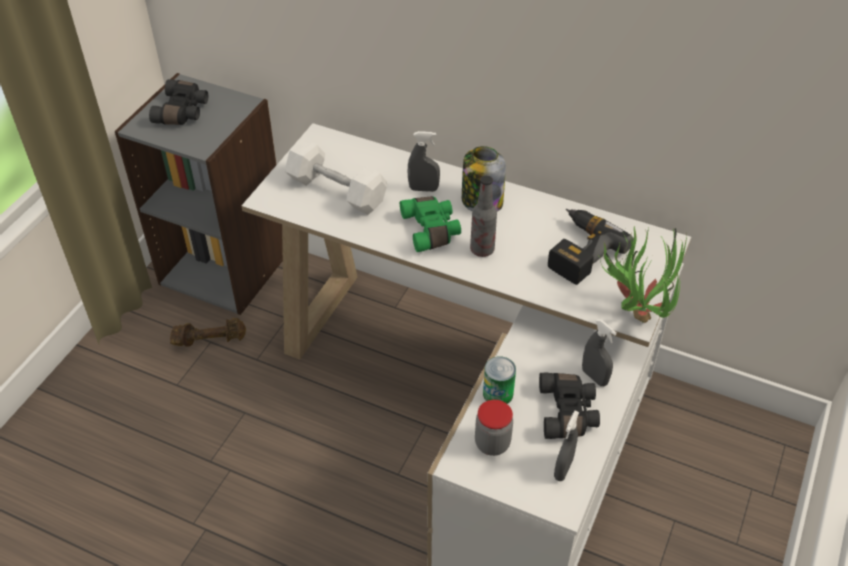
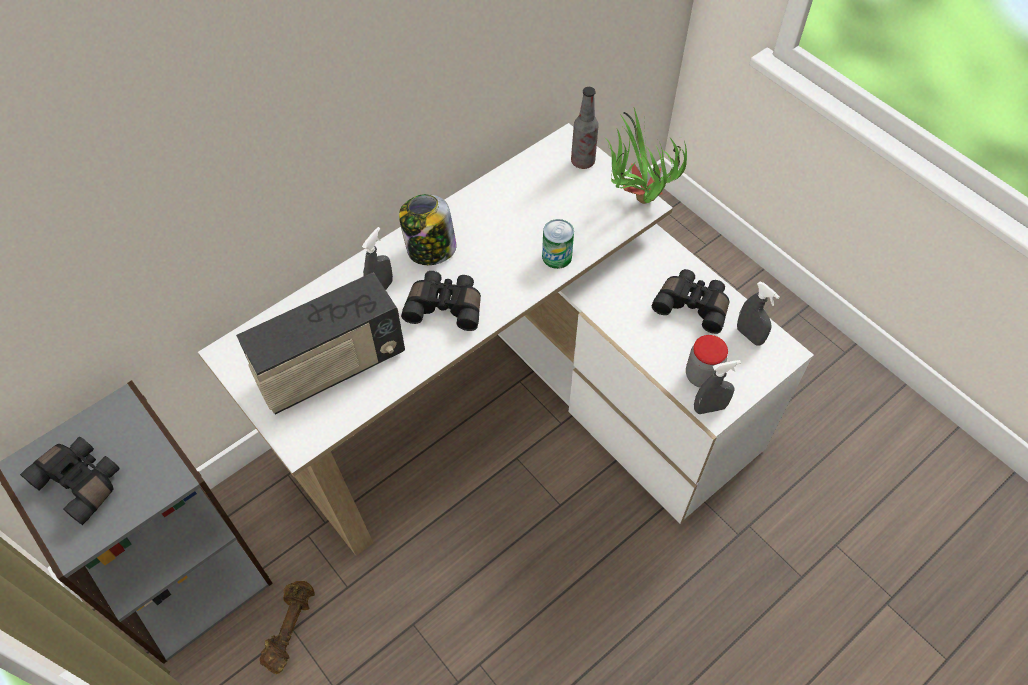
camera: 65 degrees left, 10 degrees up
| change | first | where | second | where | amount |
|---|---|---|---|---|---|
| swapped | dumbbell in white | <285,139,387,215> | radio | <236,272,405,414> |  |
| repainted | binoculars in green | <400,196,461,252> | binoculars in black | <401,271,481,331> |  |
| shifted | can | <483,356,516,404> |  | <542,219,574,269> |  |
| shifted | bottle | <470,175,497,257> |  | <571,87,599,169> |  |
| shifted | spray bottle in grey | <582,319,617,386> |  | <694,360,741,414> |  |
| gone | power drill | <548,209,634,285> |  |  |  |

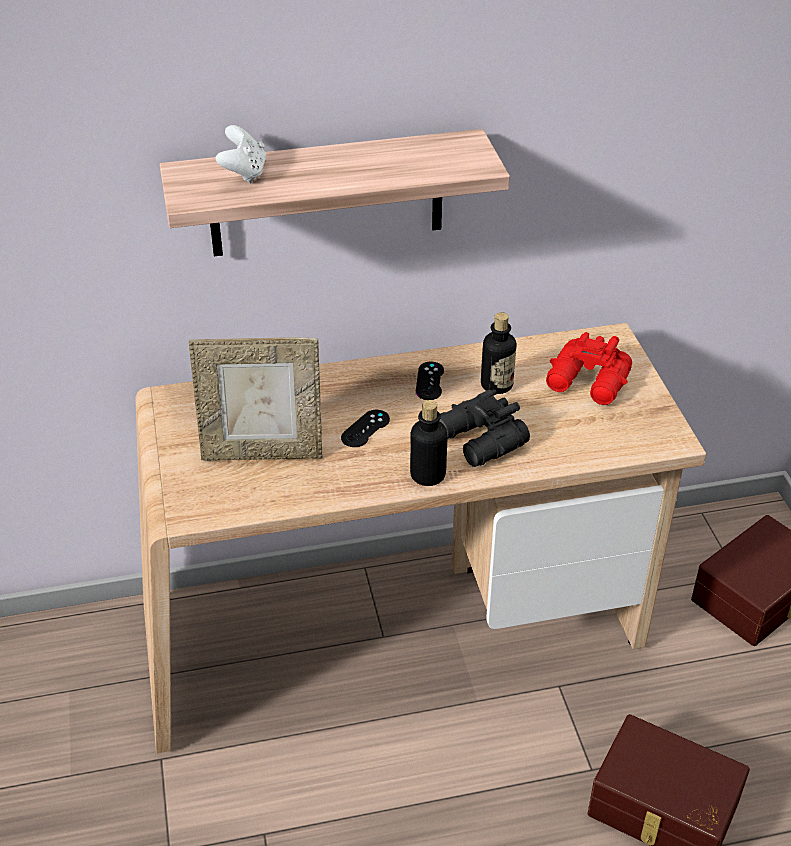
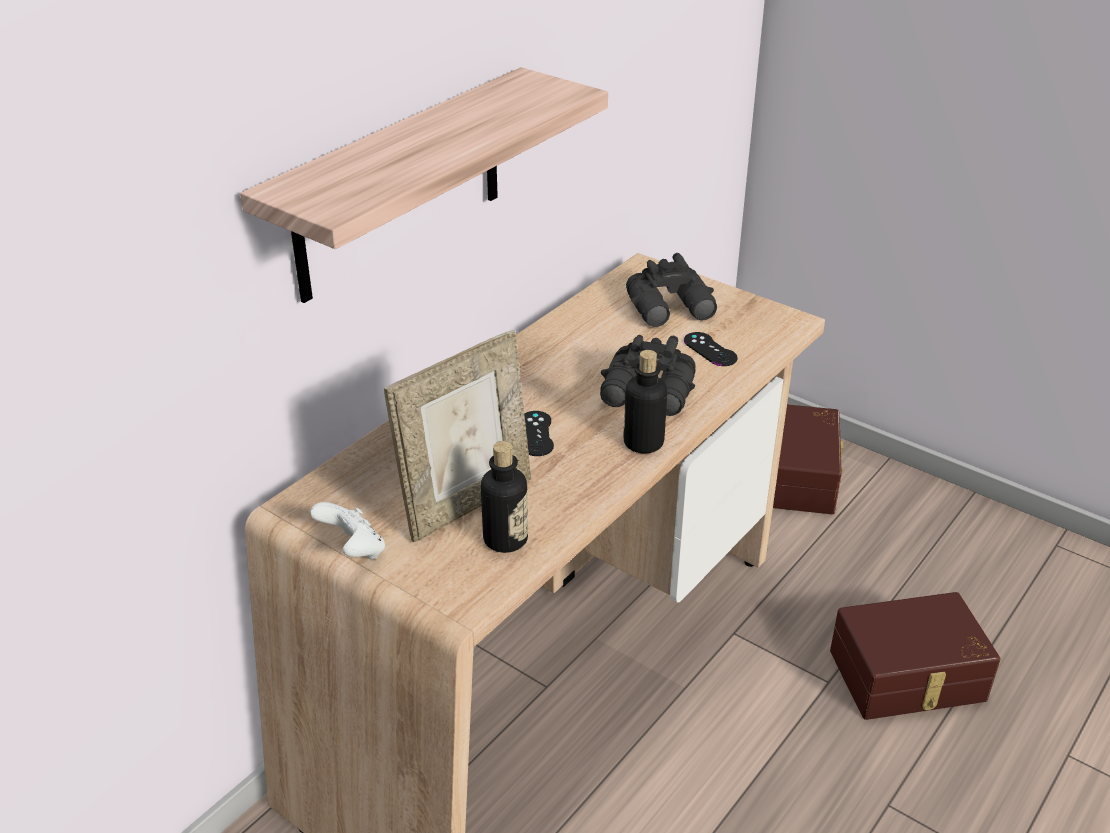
camera: 40 degrees left, 5 degrees down
| change | first | where | second | where | amount |
|---|---|---|---|---|---|
| shifted | game controller in white | <216,125,267,183> |  | <310,502,385,559> |  |
| shifted | bottle | <481,312,516,394> |  | <481,441,528,553> |  |
| repainted | binoculars in red | <546,332,632,405> | binoculars in black | <626,253,717,327> |  |
| shifted | game controller in black | <416,362,444,400> |  | <684,332,737,366> |  |

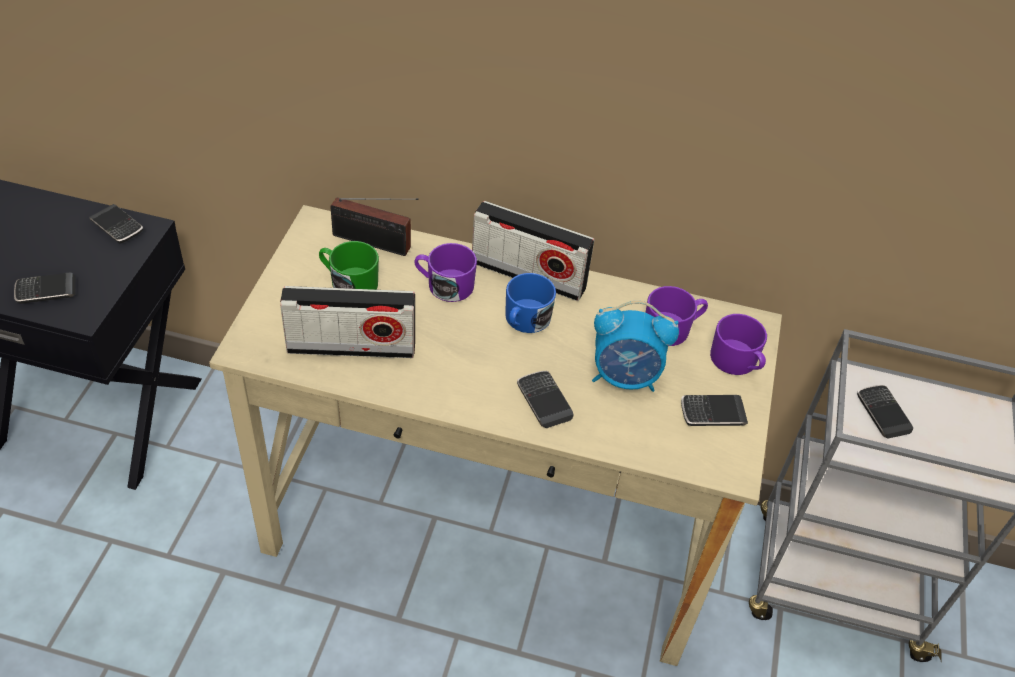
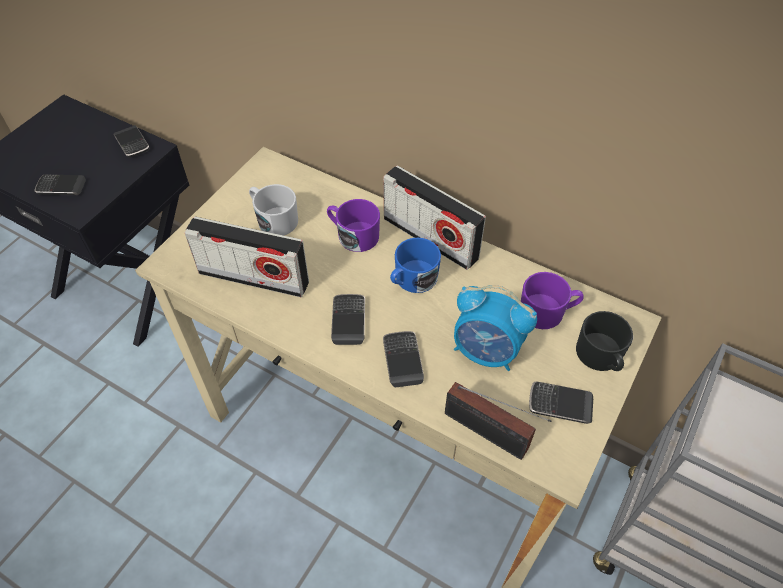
camera: 20 degrees right, 5 degrees up
| change | first | where | second | where | amount |
|---|---|---|---|---|---|
| repainted | mug in green | <319,241,379,290> | mug in white | <249,184,298,236> |  |
| shifted | phone | <857,385,913,439> |  | <331,294,365,345> |  |
| shifted | radio | <330,198,419,256> |  | <445,382,551,460> |  |
| repainted | mug in purple | <710,314,767,375> | mug in black | <576,311,633,371> |  |

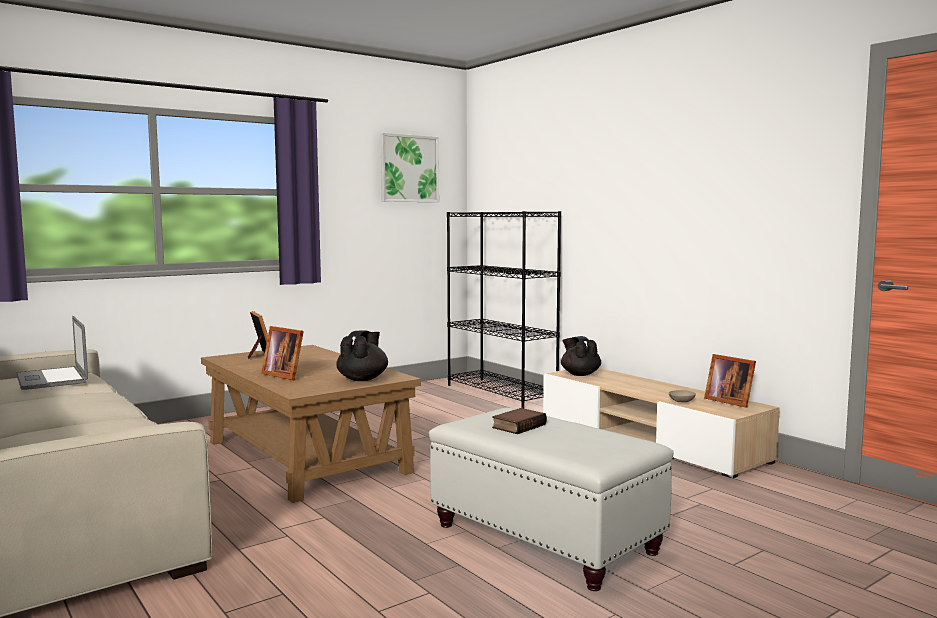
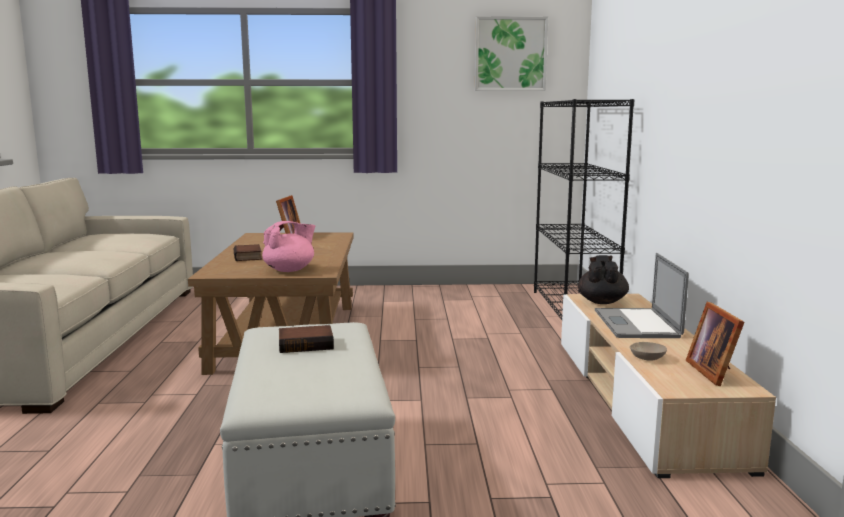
camera: 35 degrees right, 5 degrees up
| change | first | where | second | where | amount |
|---|---|---|---|---|---|
| swapped | picture frame | <261,326,304,380> | book | <234,244,262,261> |  |
| repainted | teapot in black | <336,330,388,381> | teapot in pink | <262,221,315,272> |  |
| shifted | laptop | <16,316,88,390> |  | <595,253,689,338> |  |

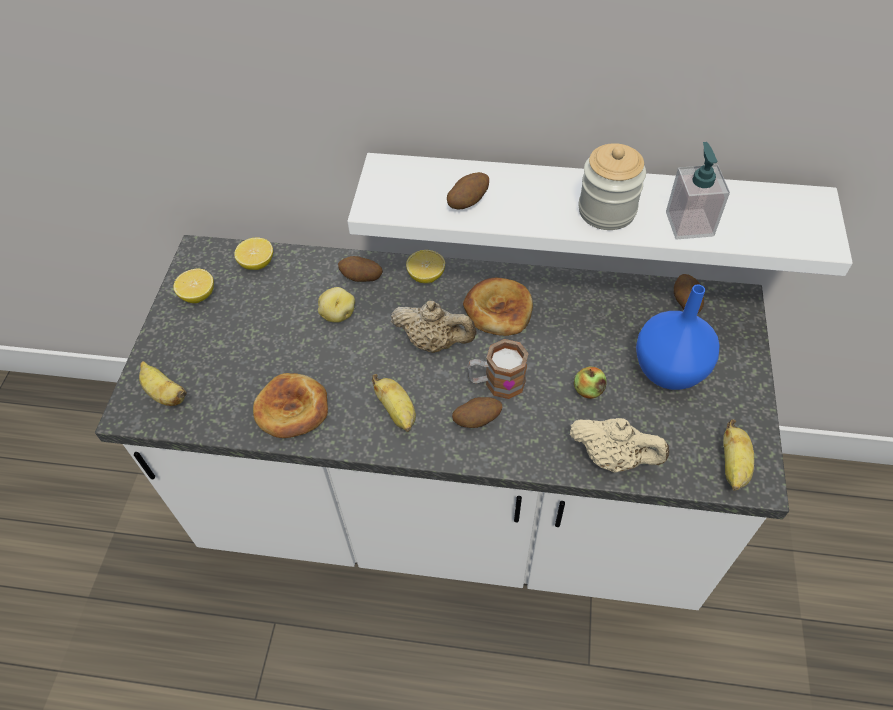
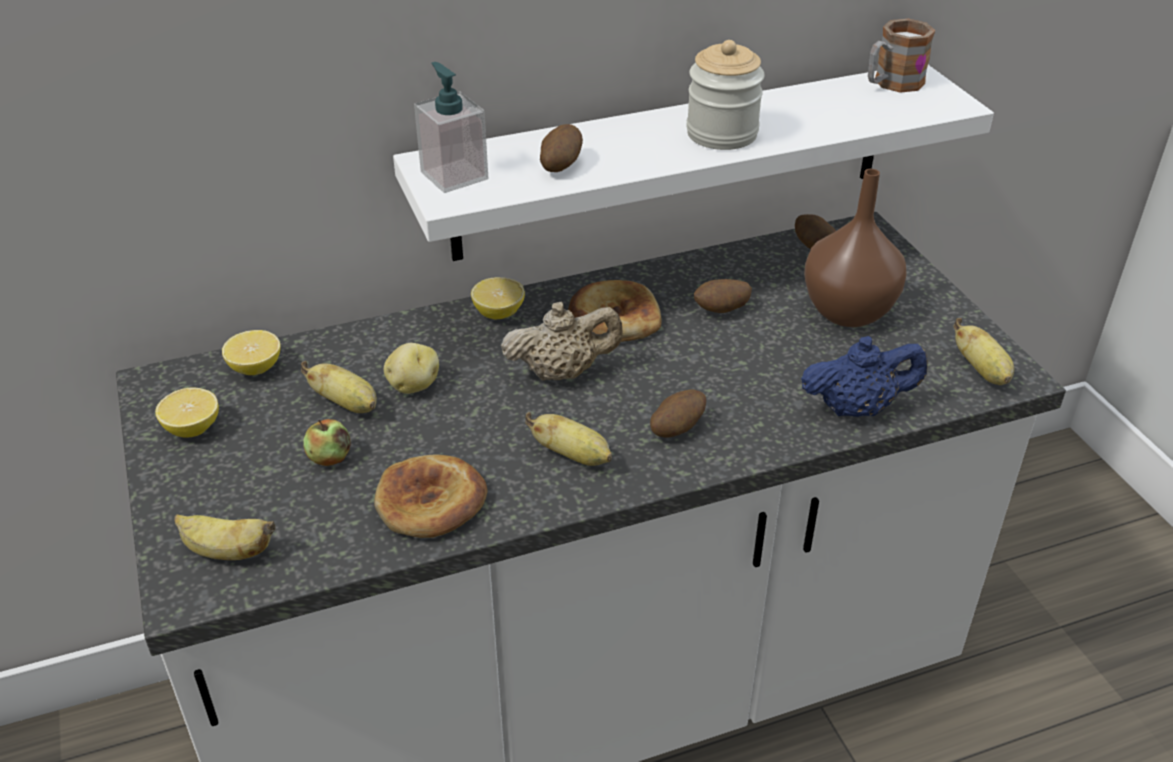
camera: 30 degrees left, 15 degrees down
| change | first | where | second | where | amount |
|---|---|---|---|---|---|
| new |  |  | banana | <301,361,377,413> |  |
| shifted | apple | <574,366,607,399> |  | <303,419,351,466> |  |
| shifted | soap dispenser | <666,142,730,240> |  | <414,62,488,193> |  |
| shifted | potato | <338,256,383,282> |  | <694,279,752,313> |  |
| repainted | teapot in beige | <570,418,669,473> | teapot in blue | <801,336,928,417> |  |
| repainted | vase in blue | <636,284,720,390> | vase in brown | <804,169,907,327> |  |
| shifted | mug | <467,339,528,399> |  | <868,19,935,93> |  |

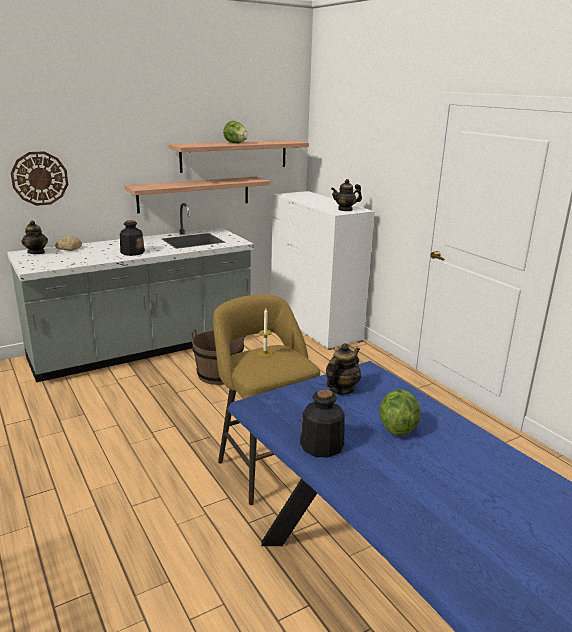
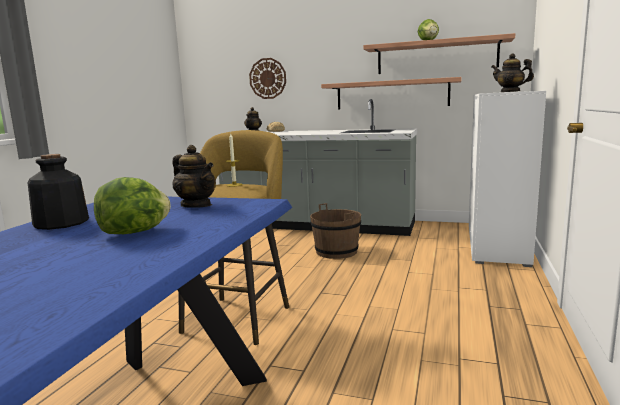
camera: 50 degrees right, 10 degrees down
| change | first | where | second | where | amount |
|---|---|---|---|---|---|
| rotated | teapot | <326,343,361,395> |  | <172,145,216,208> | 45 degrees clockwise |
| gone | bottle | <120,220,145,256> |  |  |  |

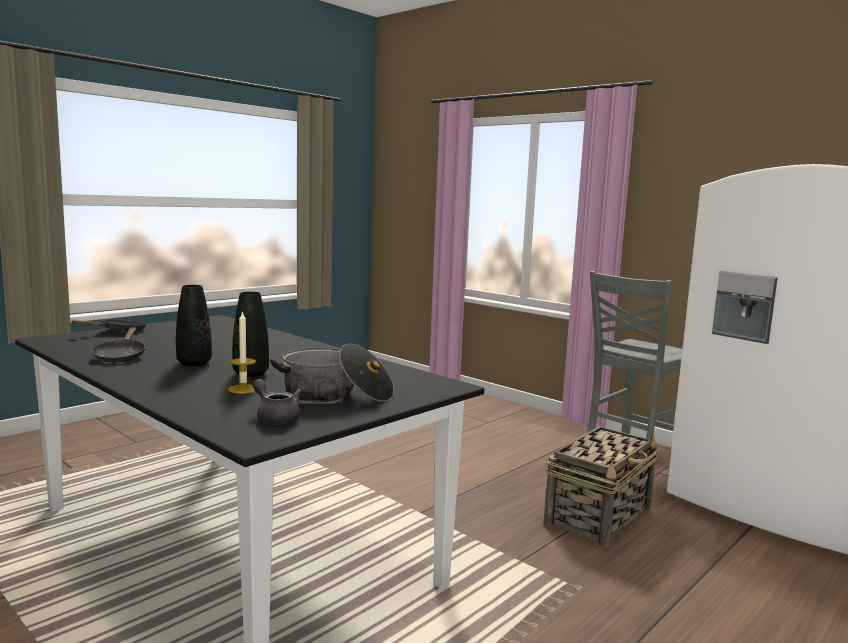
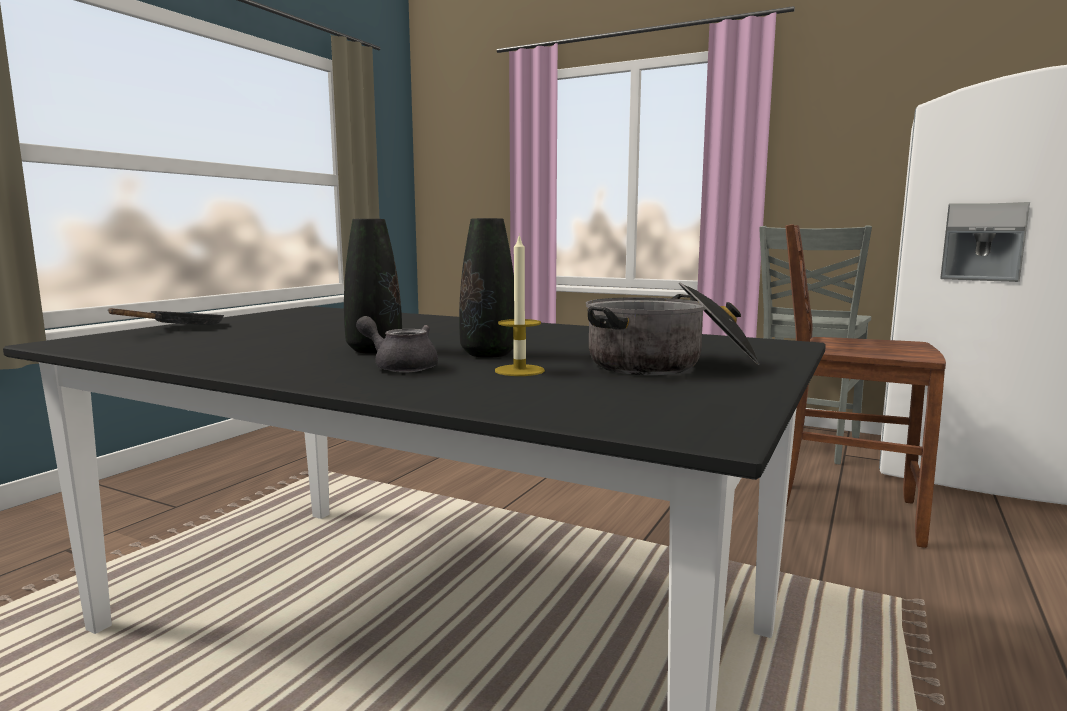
camera: 15 degrees left, 0 degrees up
| change | first | where | second | where | amount |
|---|---|---|---|---|---|
| shifted | teapot in grey | <253,379,302,425> |  | <356,316,438,373> |  |
| swapped | basket | <543,426,658,548> | chair in brown | <785,224,946,548> |  |
| gone | frying pan in black | <92,327,146,363> |  |  |  |

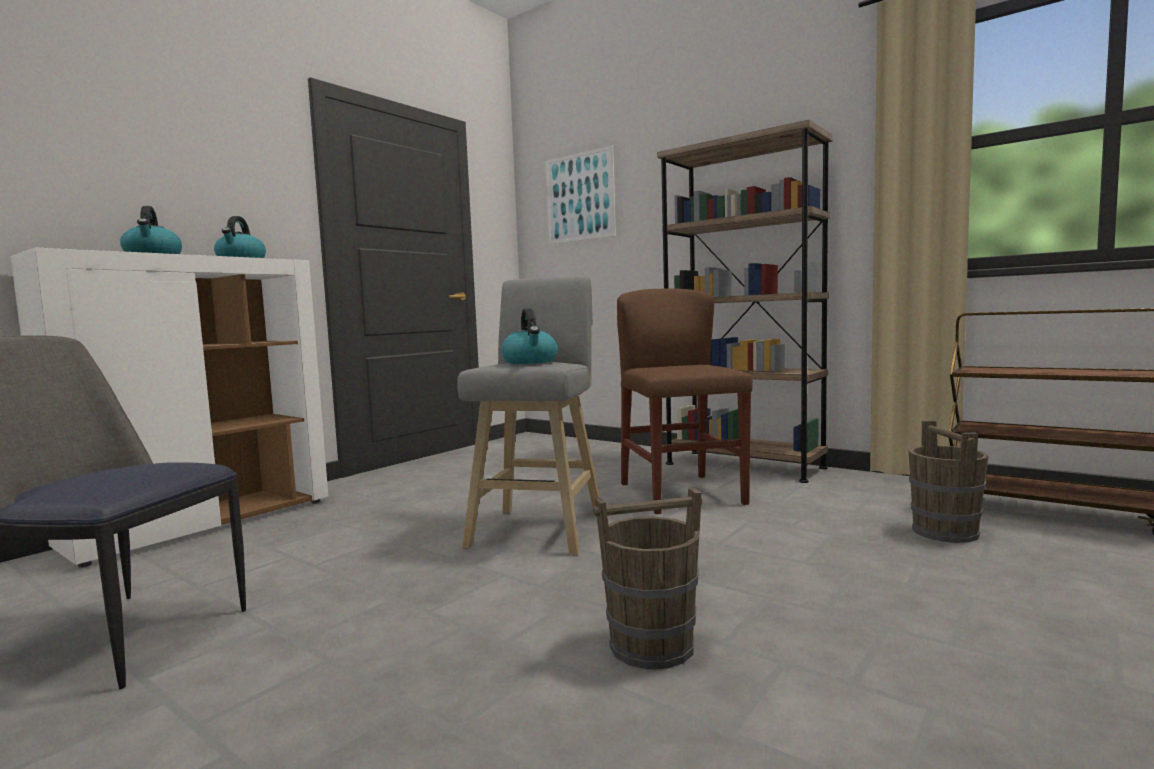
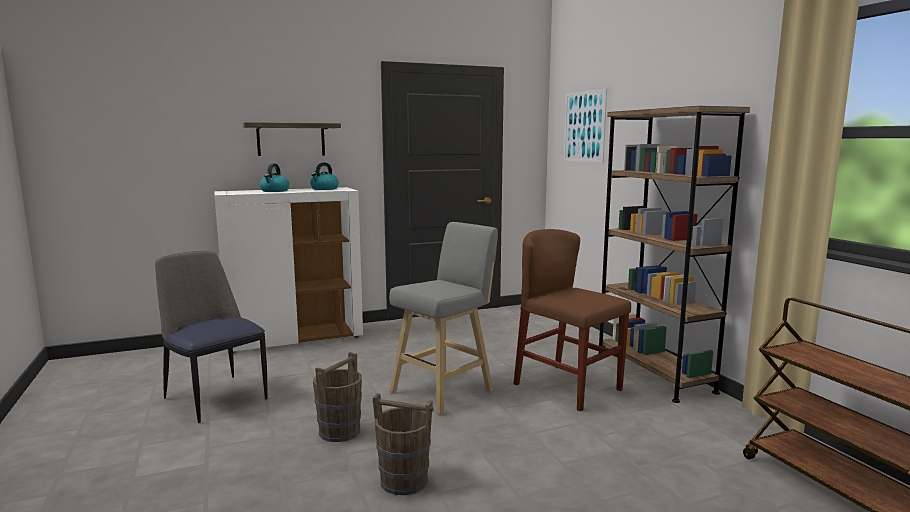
camera: 30 degrees right, 5 degrees up
| change | first | where | second | where | amount |
|---|---|---|---|---|---|
| new |  |  | shelf | <243,122,341,156> |  |
| shifted | bucket in brown | <909,420,989,543> |  | <313,352,362,442> |  |
| rotated | chair in brown | <617,289,753,514> |  | <514,229,631,411> | 60 degrees counterclockwise |
| gone | kettle | <501,308,558,364> |  |  |  |

